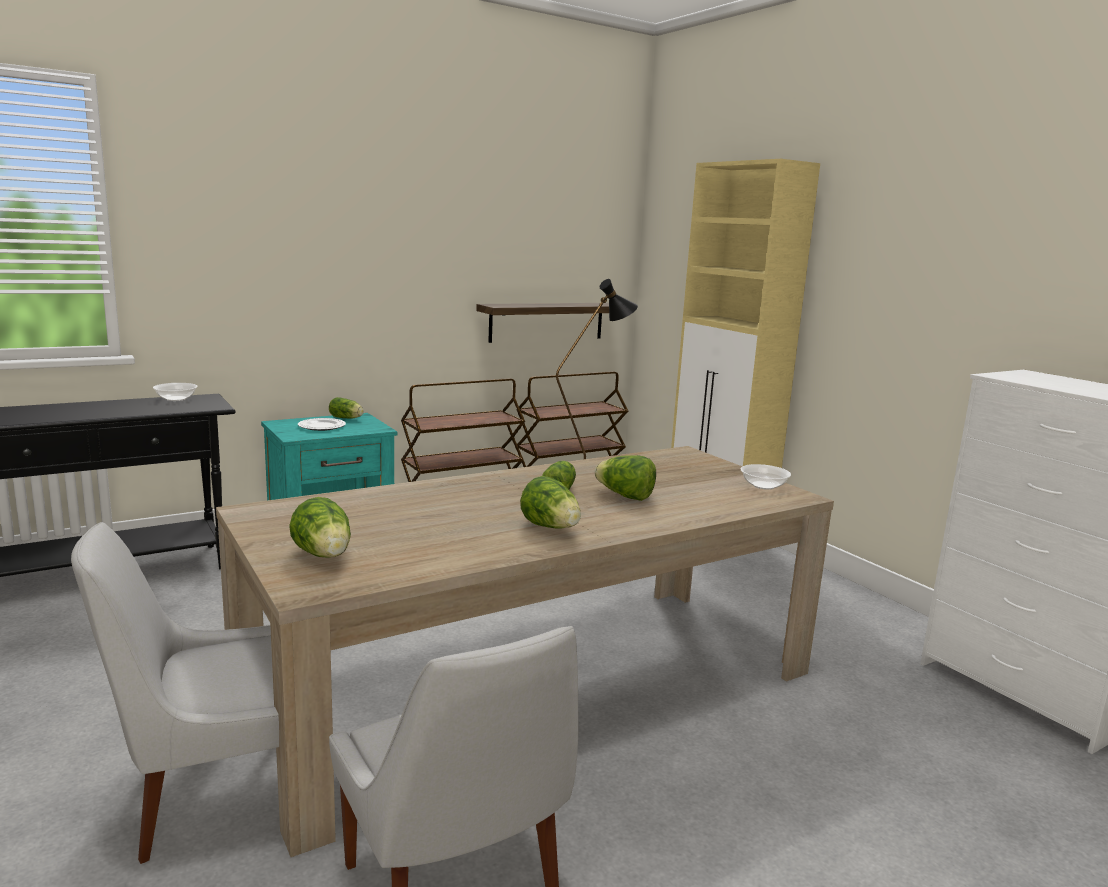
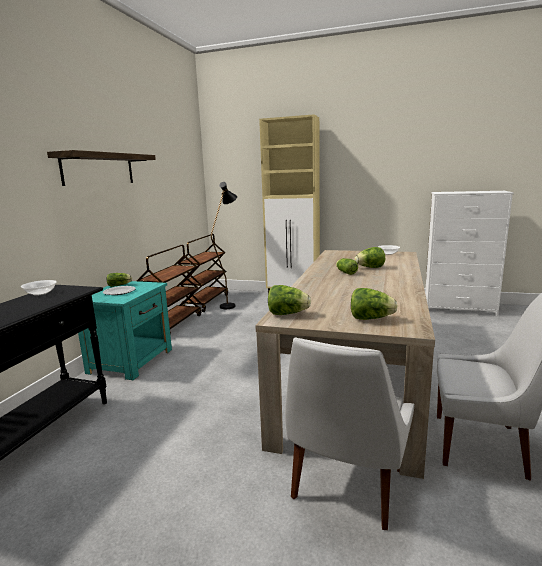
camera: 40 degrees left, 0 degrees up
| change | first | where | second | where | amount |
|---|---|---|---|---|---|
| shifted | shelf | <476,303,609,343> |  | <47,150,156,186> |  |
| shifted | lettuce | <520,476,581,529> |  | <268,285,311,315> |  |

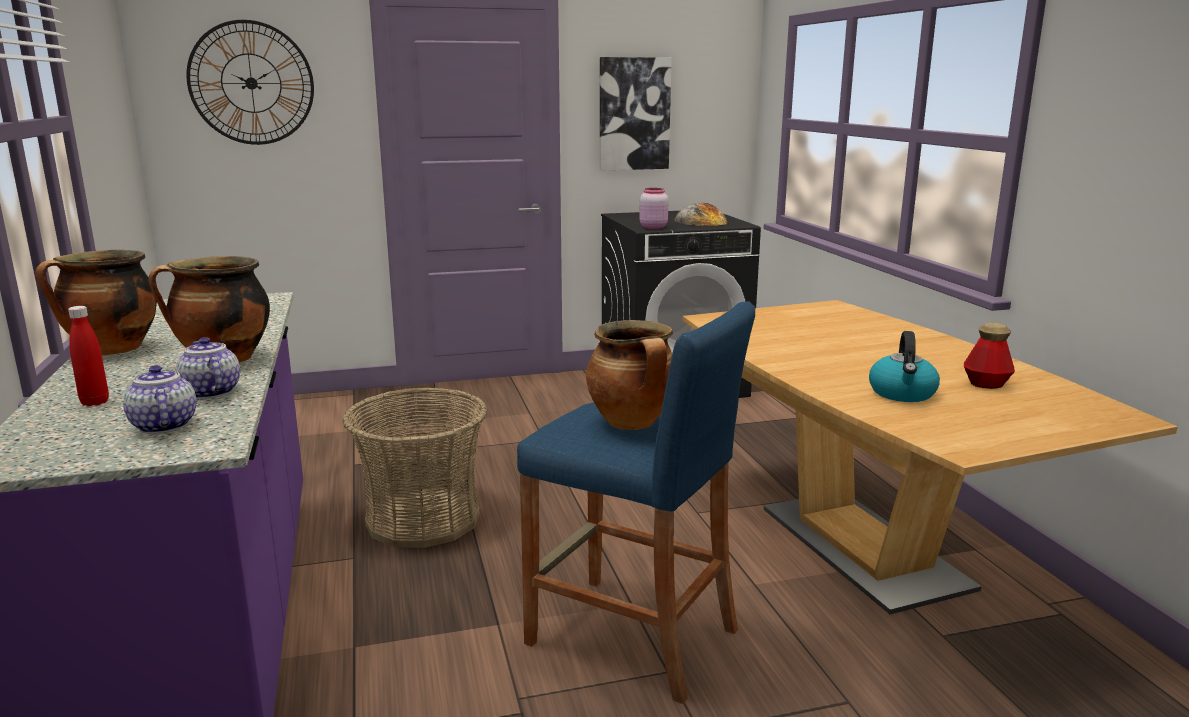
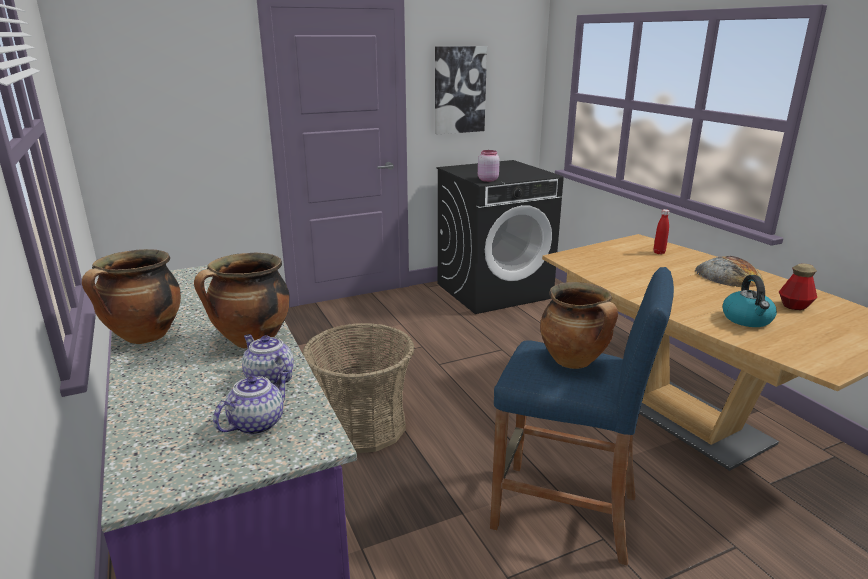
camera: 10 degrees left, 5 degrees up
| change | first | where | second | where | amount |
|---|---|---|---|---|---|
| rotated | teapot | <123,365,196,434> |  | <213,370,289,435> | 75 degrees clockwise |
| shifted | bottle in red | <68,306,109,406> |  | <653,209,669,254> |  |
| shifted | bread | <674,203,728,226> |  | <695,256,764,287> |  |
| gone | wall clock | <186,20,314,145> |  |  |  |

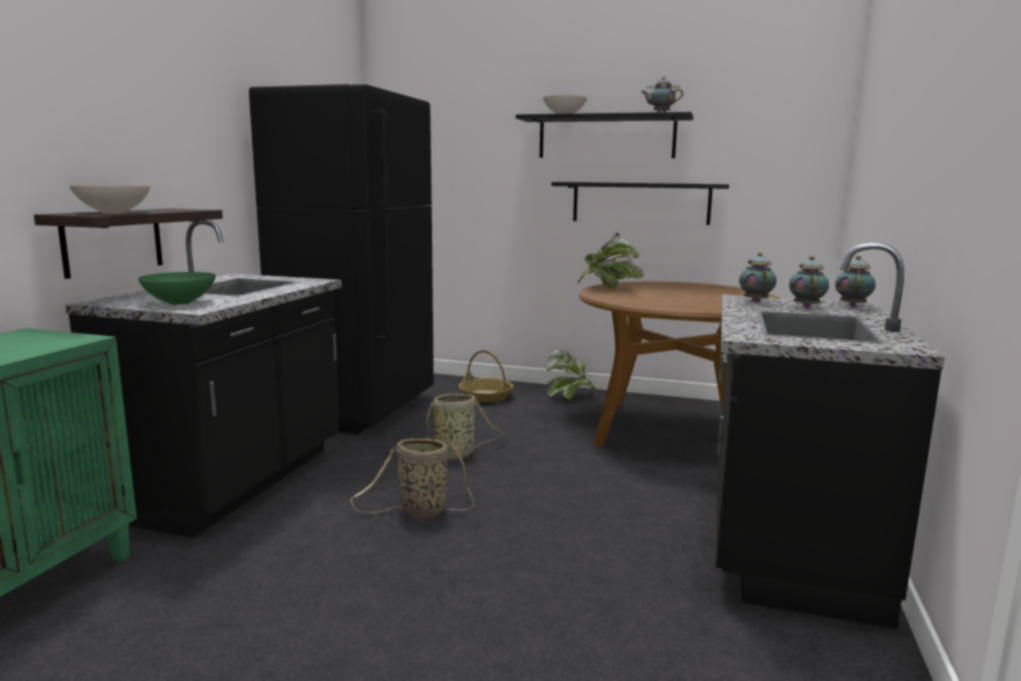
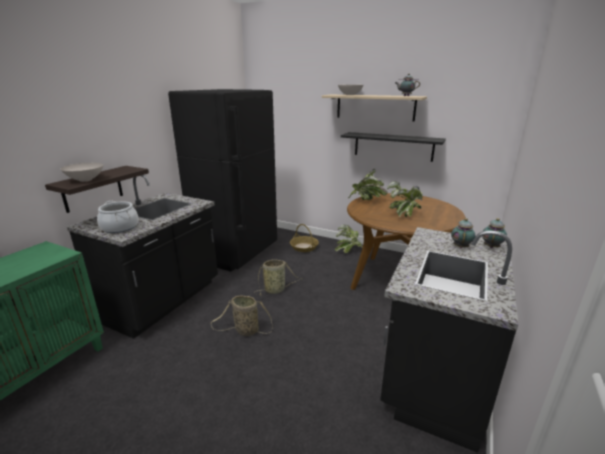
camera: 10 degrees right, 10 degrees up
| change | first | where | second | where | amount |
|---|---|---|---|---|---|
| swapped | bowl in green | <138,272,216,305> | cooking pot | <97,201,138,233> |  |
| repainted | shelf in black | <516,112,693,158> | shelf in beige | <322,95,427,121> |  |
| new |  |  | potted plant | <387,182,422,217> |  |
| gone | teapot | <739,252,777,303> |  |  |  |

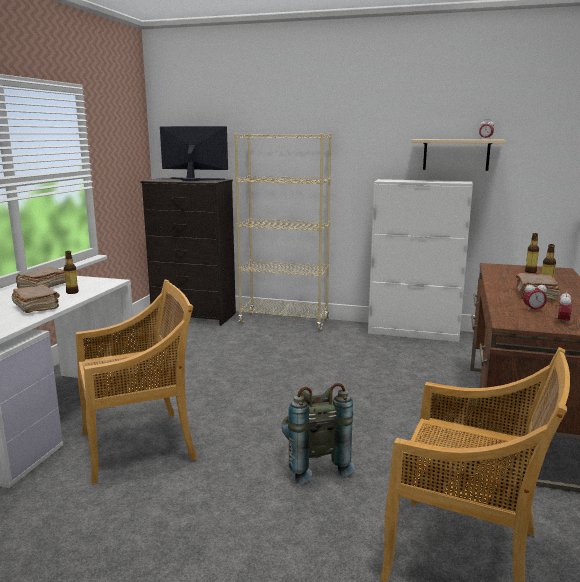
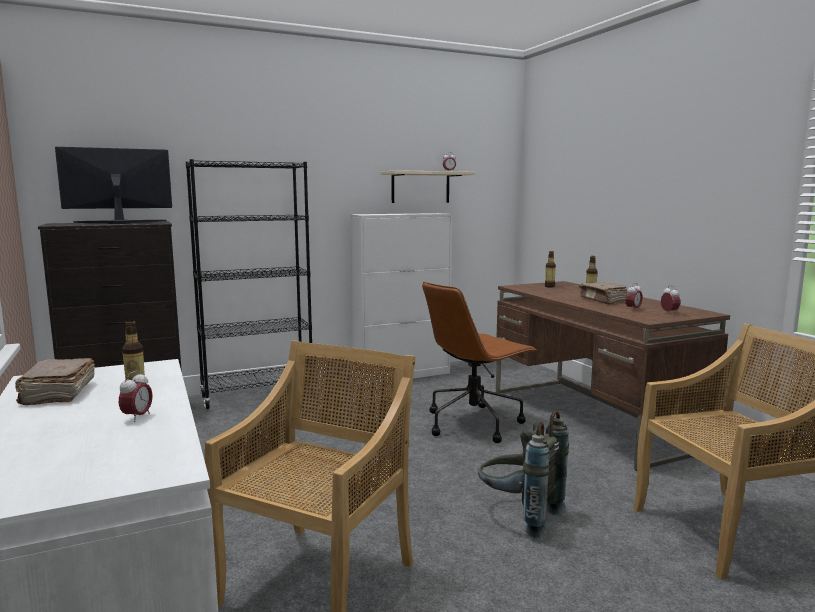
camera: 40 degrees left, 5 degrees down
| change | first | where | second | where | amount |
|---|---|---|---|---|---|
| swapped | book in brown | <12,285,60,313> | alarm clock | <119,370,153,422> |  |
| repainted | bookcase in beige | <234,134,332,331> | bookcase in black | <186,159,312,409> |  |
| new |  |  | office chair in brown | <422,282,537,443> |  |

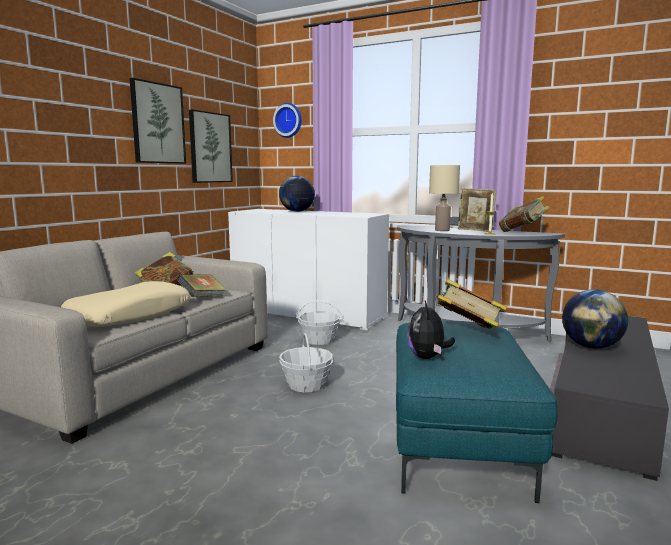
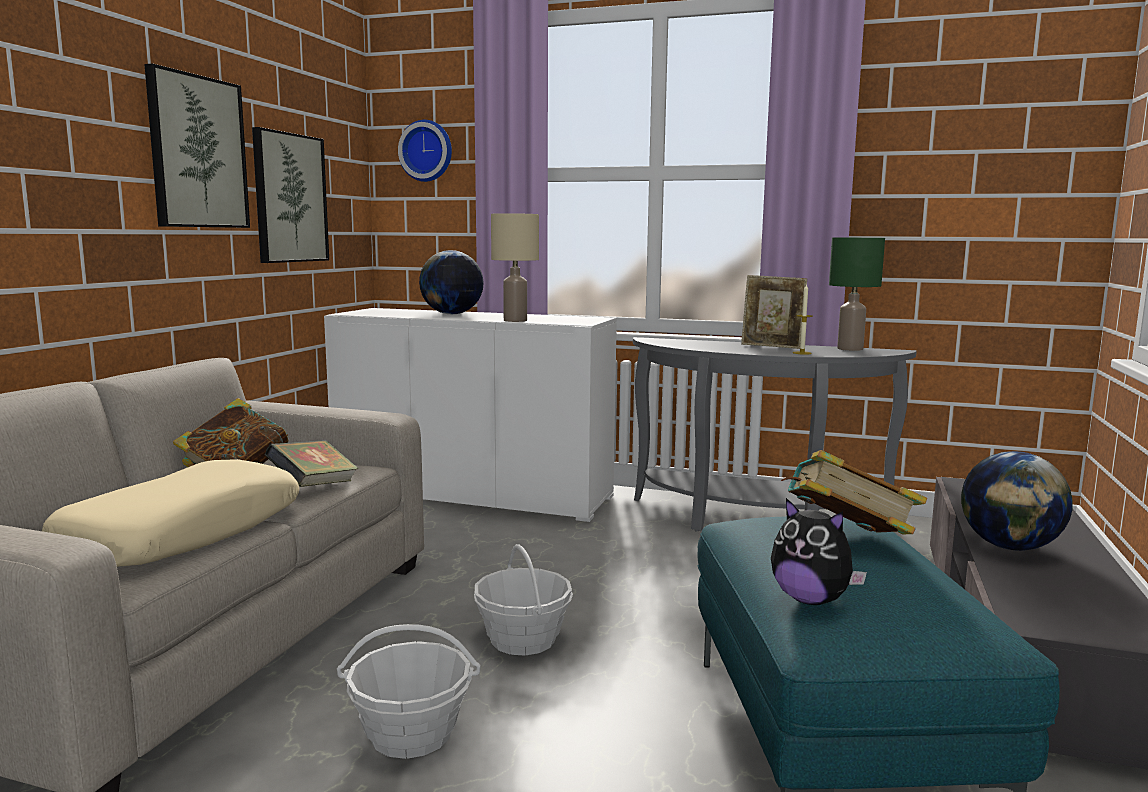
camera: 10 degrees left, 0 degrees up
| change | first | where | second | where | amount |
|---|---|---|---|---|---|
| shifted | basket | <295,300,344,345> |  | <337,624,481,759> |  |
| shifted | table lamp in beige | <429,165,460,231> |  | <491,213,539,322> |  |
| rotated | plush toy | <407,301,455,359> |  | <771,498,867,605> | 45 degrees counterclockwise |
| swapped | book | <499,196,550,232> | table lamp in green | <829,237,885,351> |  |

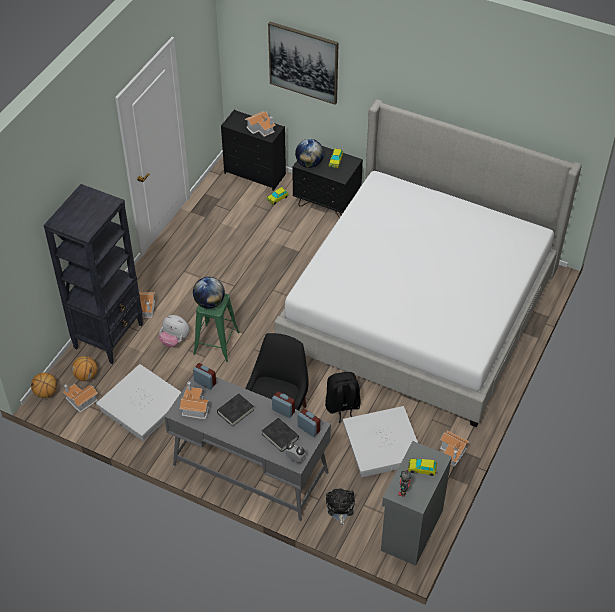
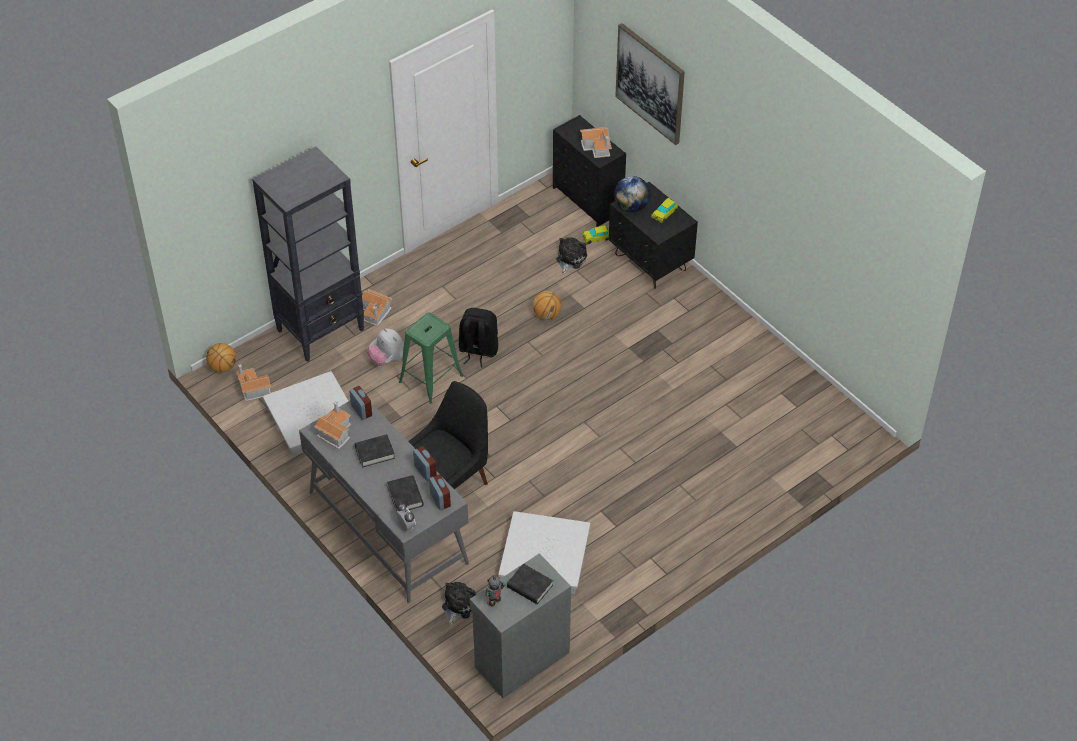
camera: 25 degrees right, 0 degrees up
| change | first | where | second | where | amount |
|---|---|---|---|---|---|
| shifted | backpack in black | <325,372,360,423> |  | <459,308,498,368> |  |
| swapped | toy car | <408,459,437,476> | book in black | <507,564,553,604> |  |
| shifted | basketball | <72,356,97,381> |  | <533,291,562,320> |  |
| new |  |  | plush toy | <556,237,587,274> |  |
| gone | globe | <193,277,225,309> |  |  |  |
| gone | bed | <274,100,582,427> |  |  |  |
| gone | toy house | <440,430,469,467> |  |  |  |

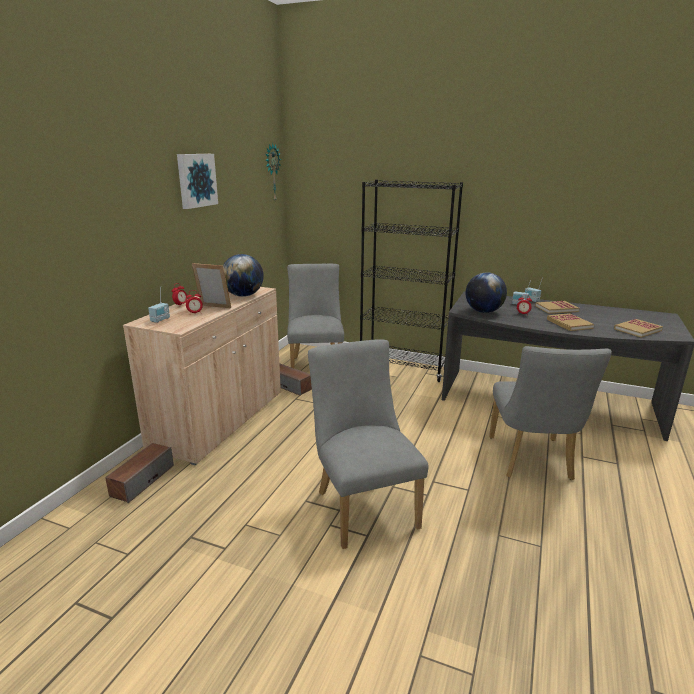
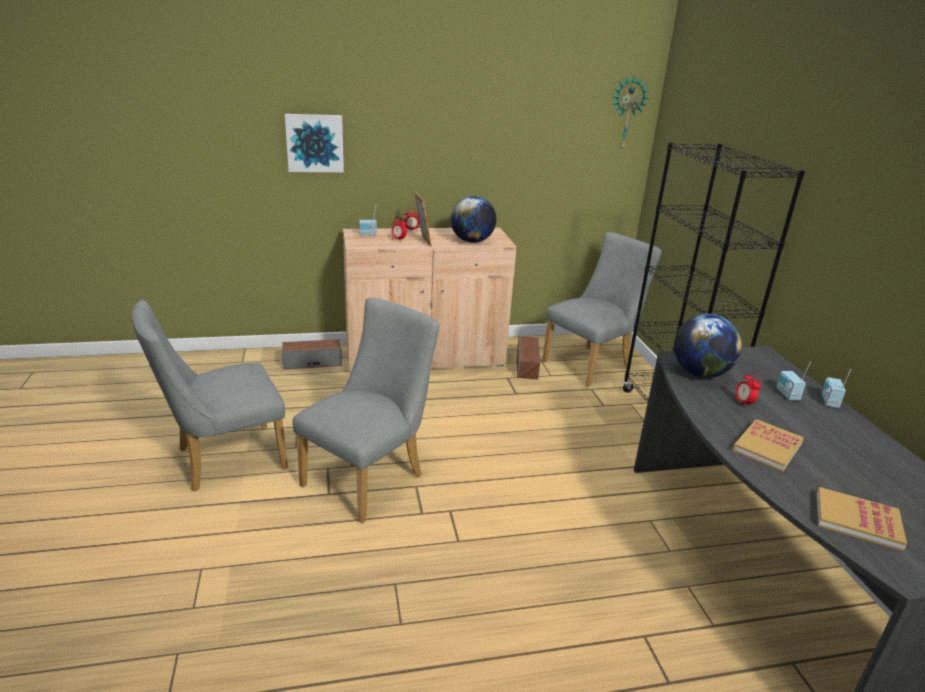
camera: 55 degrees right, 5 degrees up
| change | first | where | second | where | amount |
|---|---|---|---|---|---|
| shifted | chair in grey | <489,346,612,480> |  | <132,300,288,491> |  |
| shifted | picture | <177,154,218,209> |  | <285,114,344,172> |  |
| gone | book | <535,301,579,314> |  |  |  |

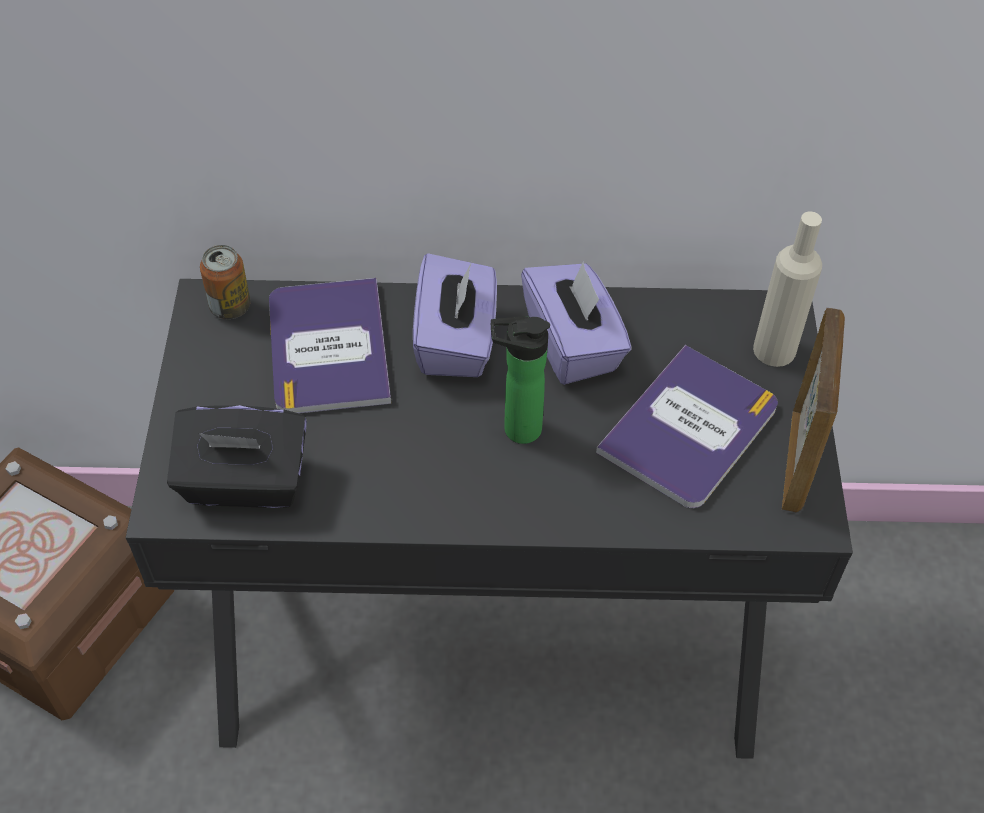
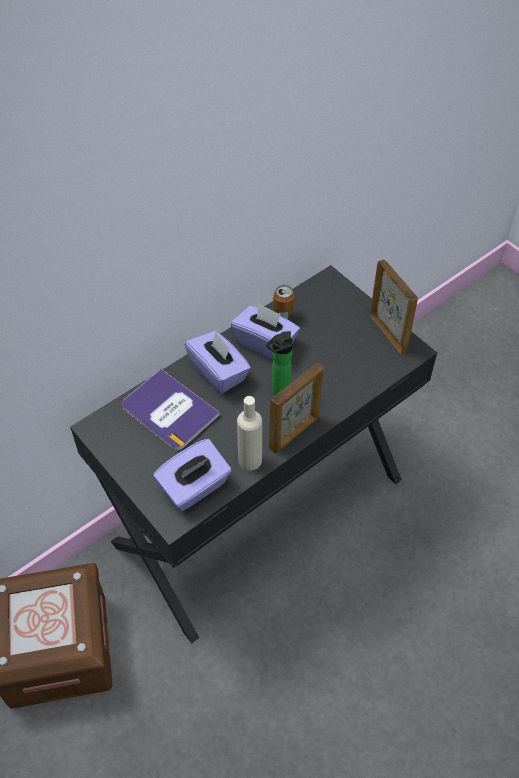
camera: 40 degrees left, 0 degrees up
| change | first | where | second | where | amount |
|---|---|---|---|---|---|
| repainted | tissue box in black | <167,405,307,508> | tissue box in purple | <153,439,231,511> |  |
| shifted | bottle in beige | <753,211,822,367> |  | <237,396,262,471> |  |
| new |  |  | picture frame | <269,362,323,453> |  |
| shifted | can | <200,245,250,319> |  | <273,285,295,320> |  |
| gone | book | <596,345,778,508> |  |  |  |

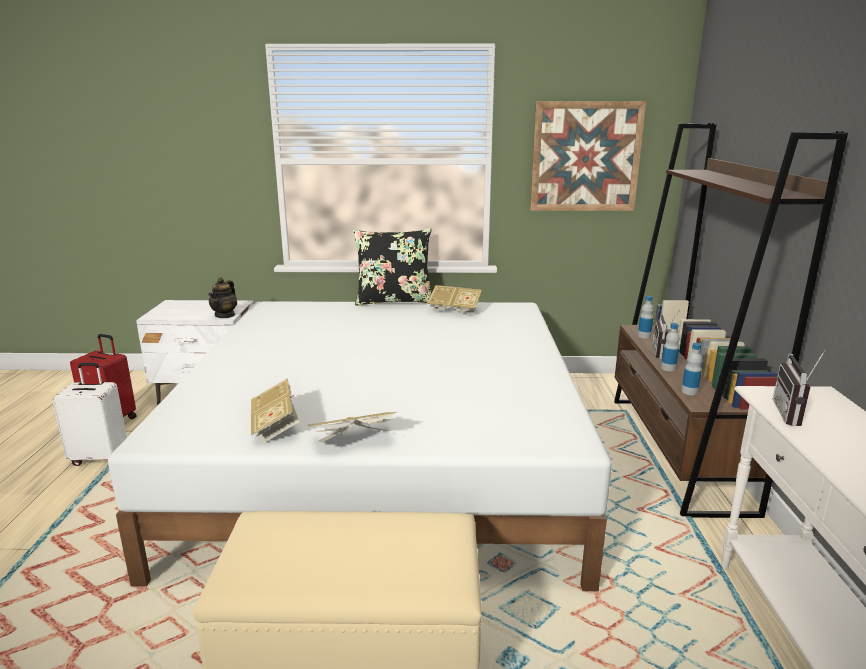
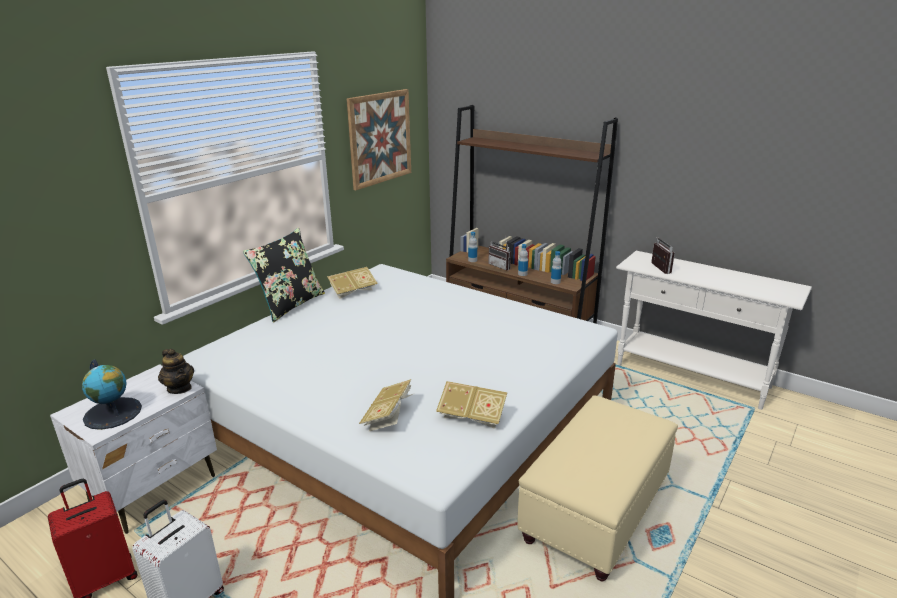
camera: 55 degrees left, 5 degrees up
| change | first | where | second | where | amount |
|---|---|---|---|---|---|
| new |  |  | globe | <82,359,142,430> |  |
| shifted | book | <309,412,397,443> |  | <359,379,413,431> |  |
| rotated | radio | <773,350,825,426> |  | <651,238,675,274> | 150 degrees counterclockwise |

